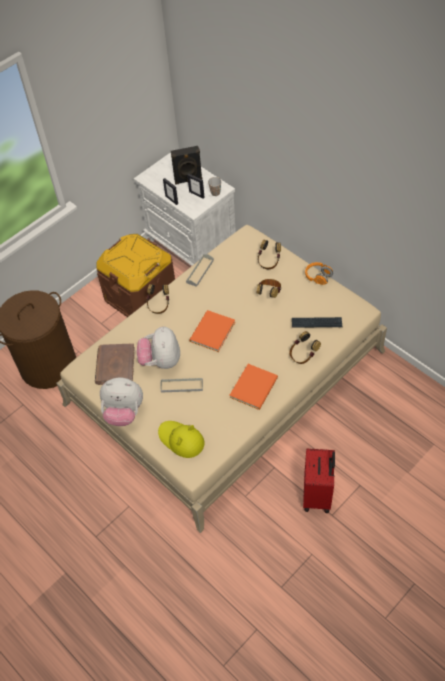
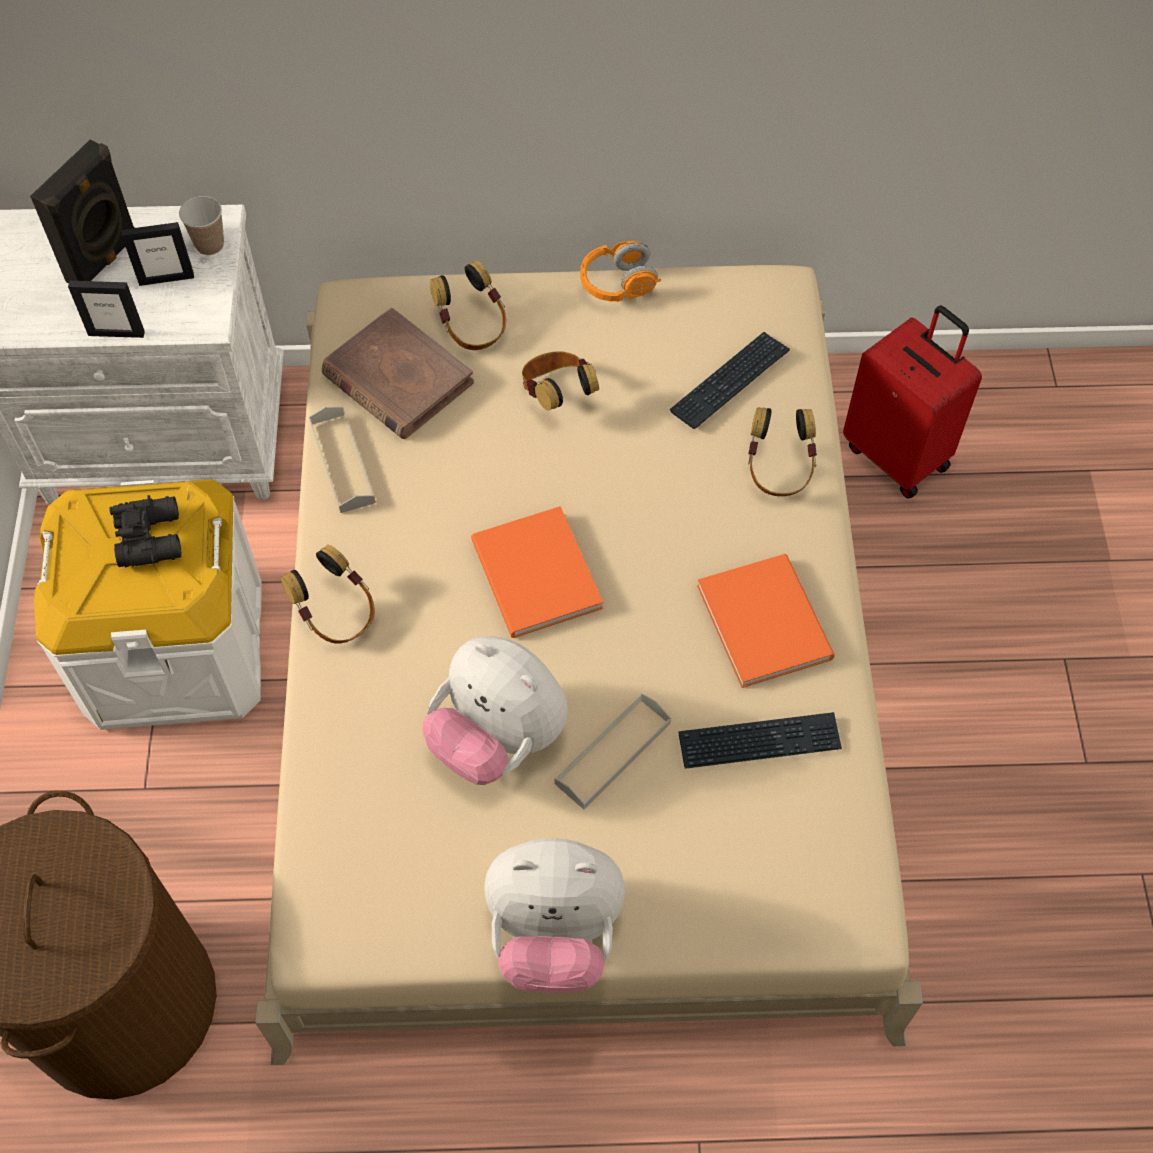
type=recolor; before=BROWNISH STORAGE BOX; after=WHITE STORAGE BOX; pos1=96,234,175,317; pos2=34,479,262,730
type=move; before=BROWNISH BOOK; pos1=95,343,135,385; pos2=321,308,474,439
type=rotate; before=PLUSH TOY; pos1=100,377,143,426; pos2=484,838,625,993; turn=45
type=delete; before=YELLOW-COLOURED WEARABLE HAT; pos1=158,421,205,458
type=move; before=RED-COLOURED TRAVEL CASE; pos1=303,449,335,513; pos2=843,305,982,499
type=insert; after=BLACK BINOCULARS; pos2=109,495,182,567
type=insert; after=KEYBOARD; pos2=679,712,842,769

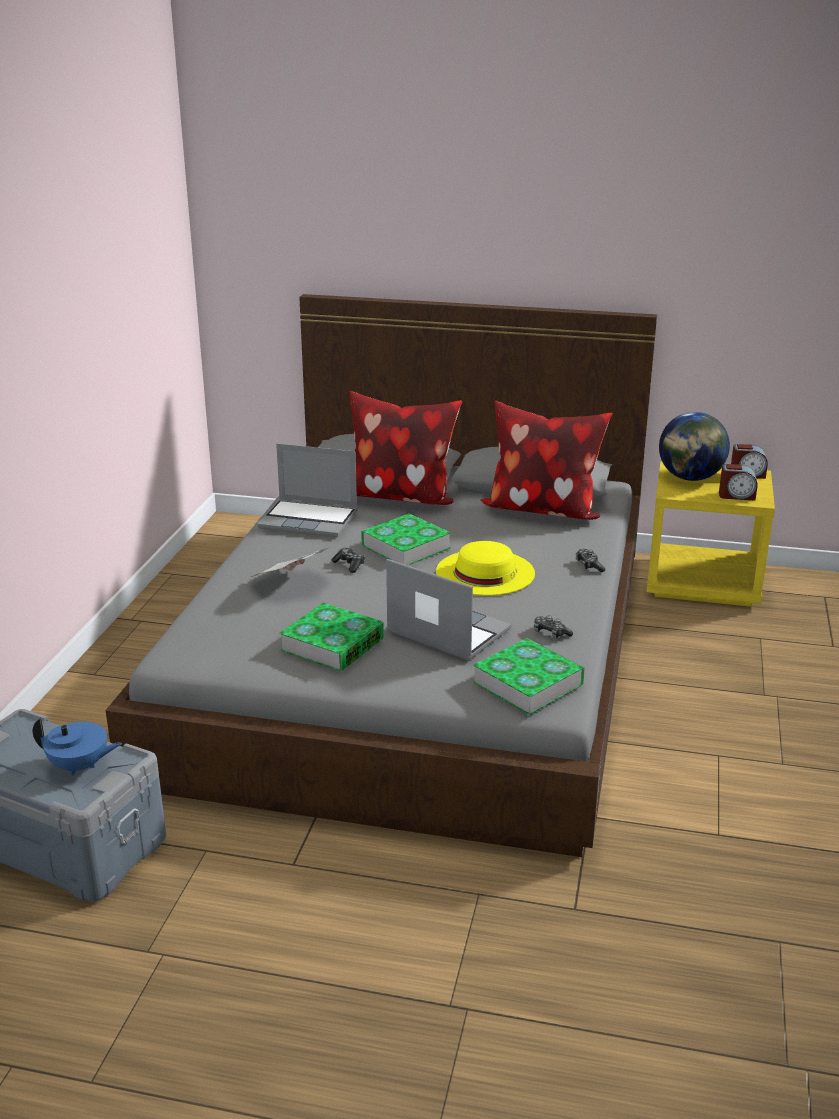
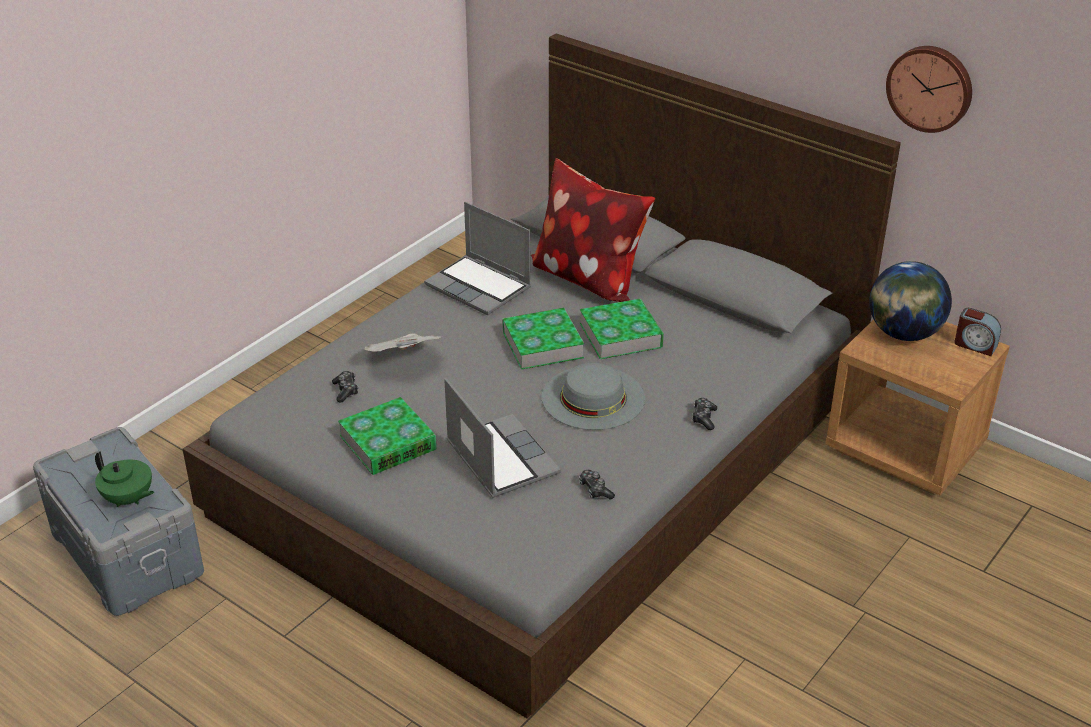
type=delete; before=PILLOW; pos1=481,401,612,520
type=recolor; before=YELLOW-COLOURED NIGHT TABLE; after=BROWNISH NIGHT TABLE; pos1=647,462,775,607; pos2=825,319,1010,495
type=delete; before=TABLE CLOCK; pos1=719,464,757,501
type=recolor; before=YELLOW-COLOURED WEARABLE HAT; after=GREY WEARABLE HAT; pos1=436,541,535,595; pos2=542,363,645,430
type=move; before=JOYPAD; pos1=331,548,365,573; pos2=332,371,358,402
type=move; before=BOOK; pos1=473,638,585,715; pos2=580,299,664,359
type=recolor; before=BLUE POT FOR TEA; after=GREEN-COLOURED POT FOR TEA; pos1=33,718,122,776; pos2=95,451,154,507
type=insert; after=CLOCK ON THE WALL; pos2=886,46,972,133

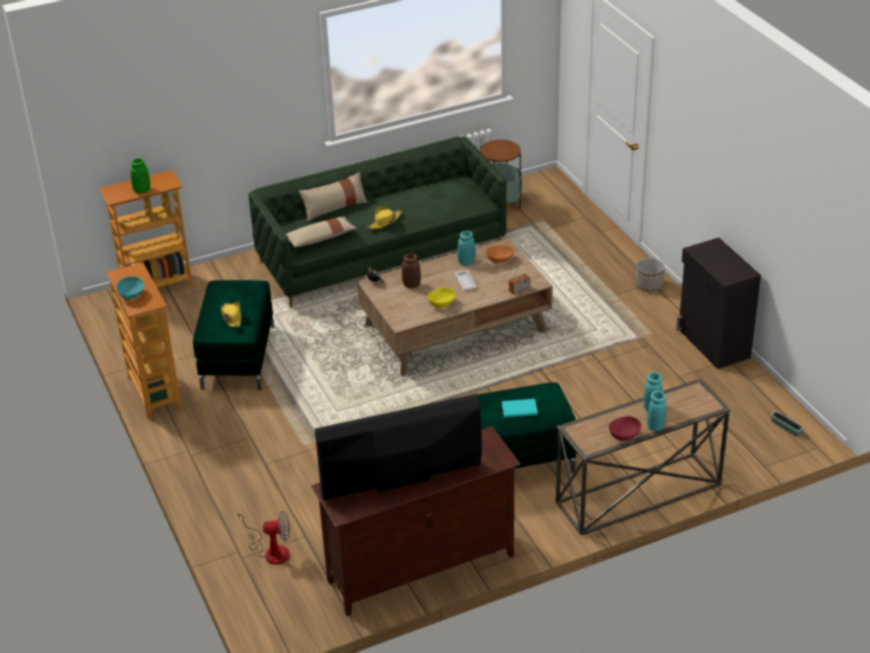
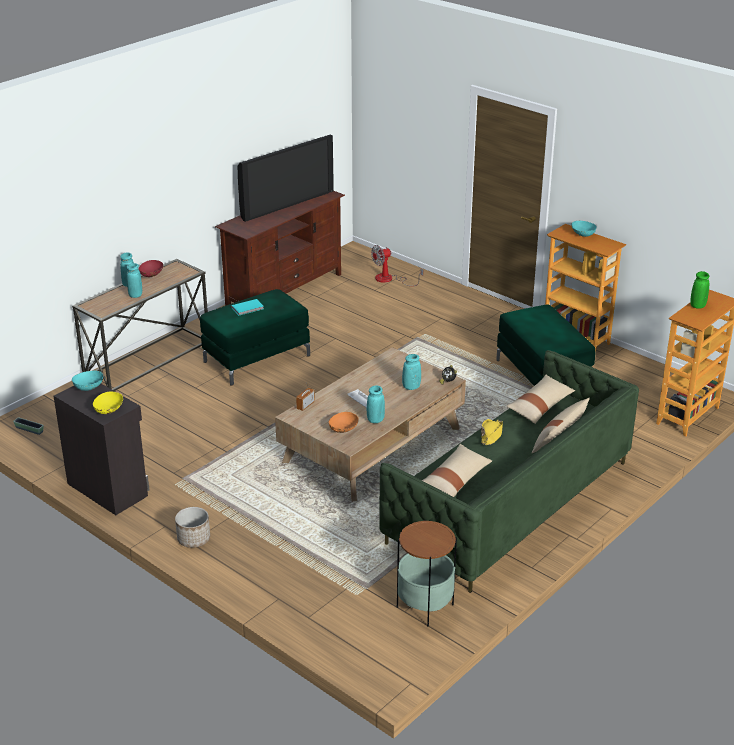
type=recolor; before=BROWNISH DECORATIVE VASE; after=BLUE-GREEN DECORATIVE VASE; pos1=402,253,421,288; pos2=402,354,421,390
type=move; before=YELLOW-COLOURED BOWL; pos1=427,287,455,308; pos2=93,392,123,414
type=delete; before=YELLOW-COLOURED WEARABLE HAT; pos1=221,302,241,328
type=insert; after=BLUE-GREEN BOWL; pos2=72,370,103,391
type=insert; after=SAND-COLOURED PILLOW; pos2=422,444,492,497

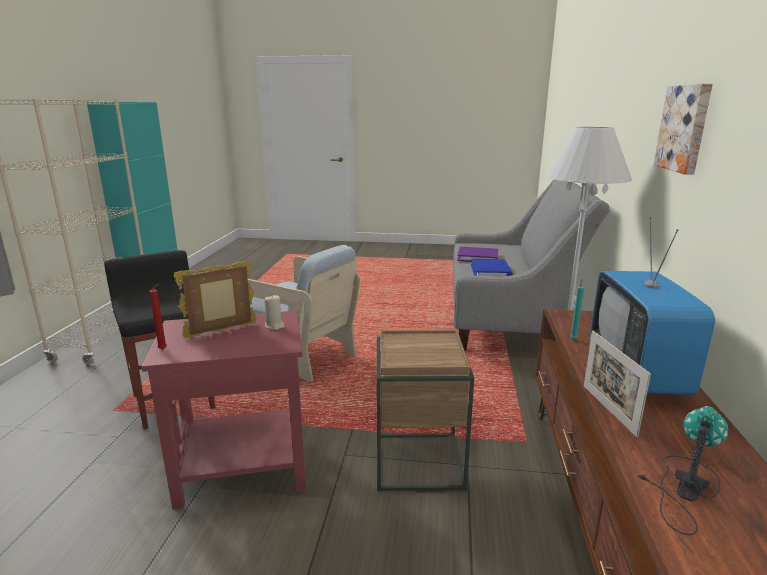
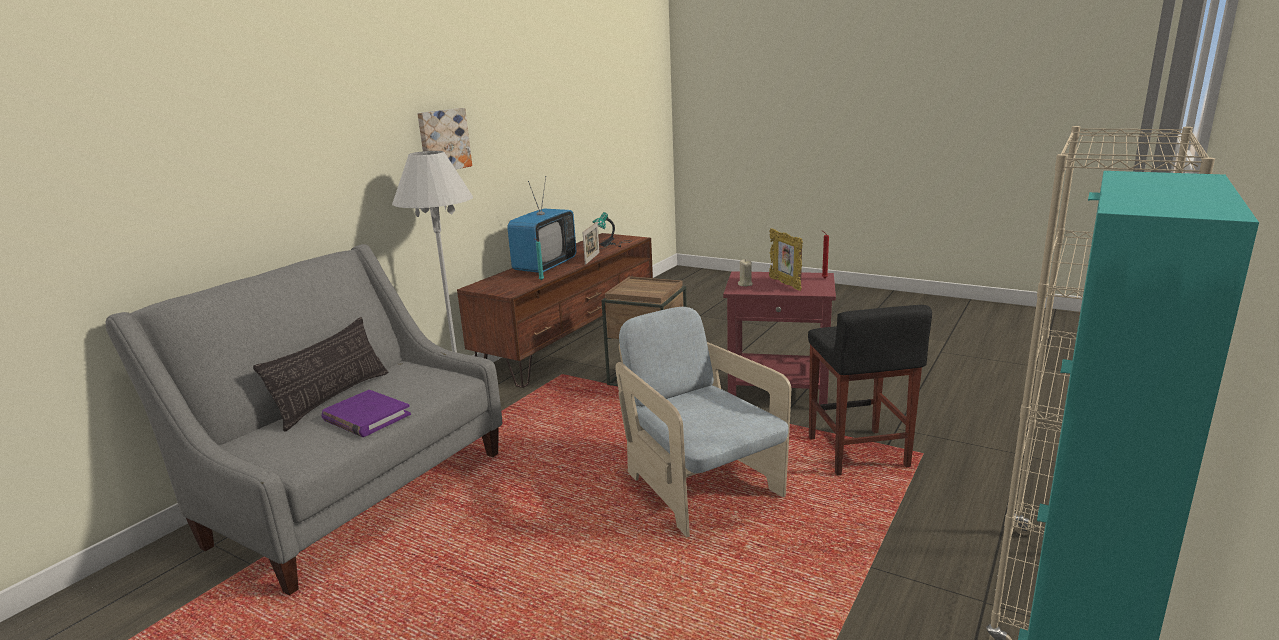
type=delete; before=BLUE BOOK; pos1=471,259,513,276
type=rotate; before=PICTURE FRAME; pos1=174,261,257,338; pos2=769,228,803,291; turn=75
type=insert; after=PILLOW; pos2=253,317,388,432

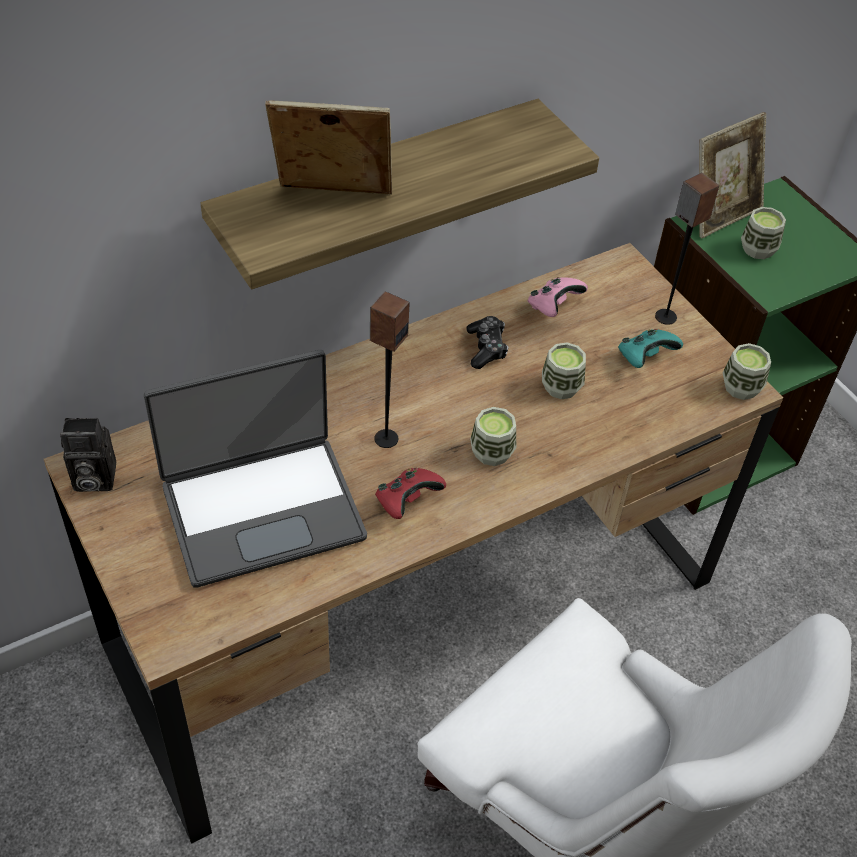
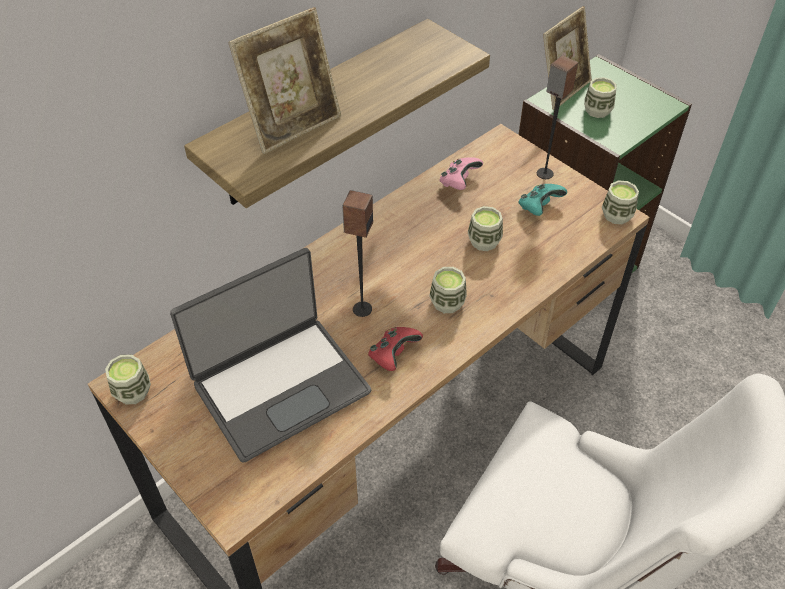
type=rotate; before=PICTURE FRAME; pos1=265,100,392,195; pos2=228,7,341,154; turn=150
type=delete; before=JOYPAD; pos1=466,316,509,369
type=replace; before=STILL CAMERA; after=CUP; pos1=60,418,116,492; pos2=105,355,151,404

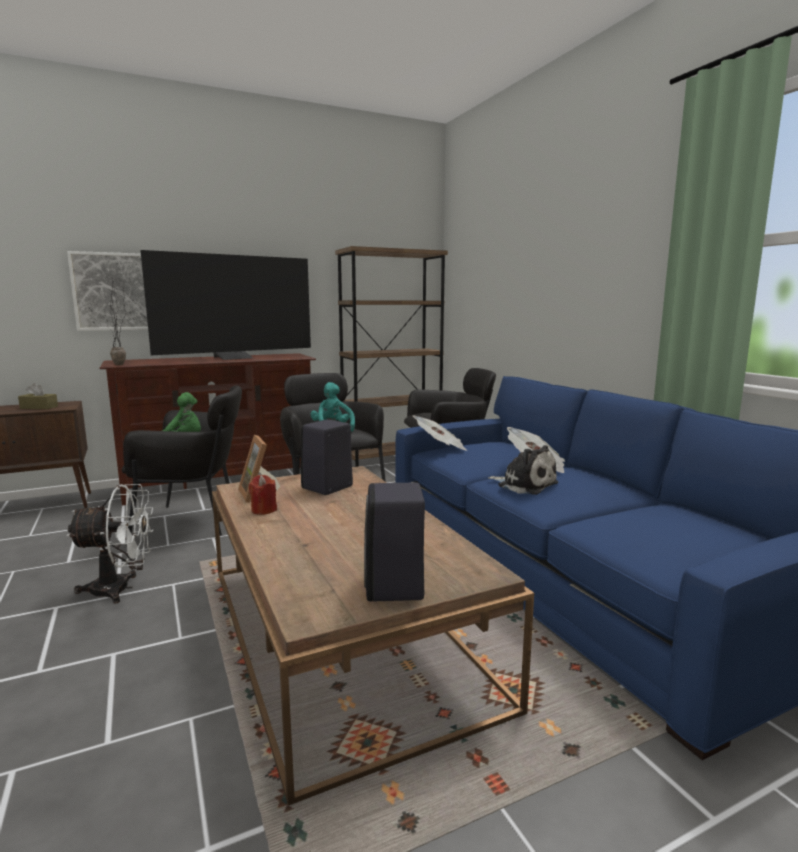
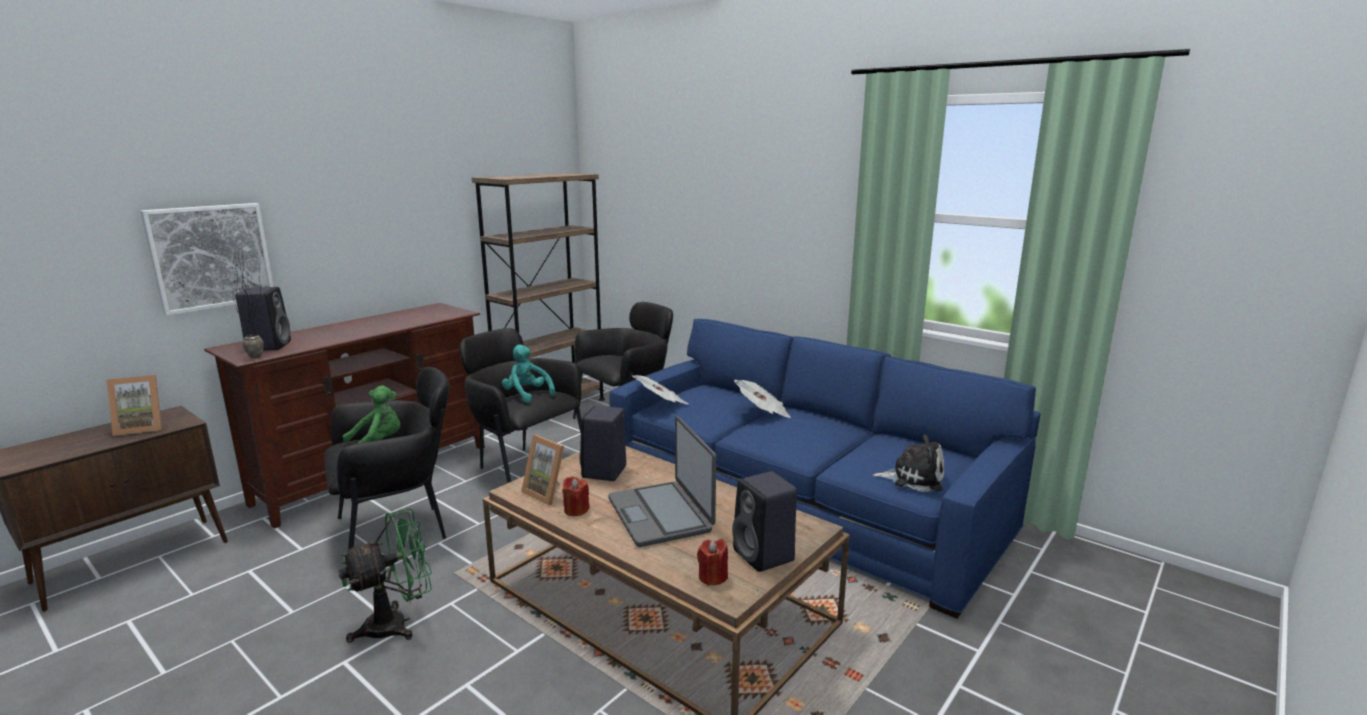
type=delete; before=TELEVISION; pos1=140,250,311,360
type=replace; before=BROWNISH BOX OF TISSUES; after=PICTURE FRAME; pos1=18,383,58,409; pos2=107,375,162,436
type=move; before=PLUSH TOY; pos1=488,445,558,495; pos2=873,435,944,492
type=recolor; before=WHITE ELECTRIC FAN; after=GREEN-COLOURED ELECTRIC FAN; pos1=66,484,154,604; pos2=338,508,432,643
type=insert; after=BLACK SPEAKER; pos2=235,287,291,350
type=insert; after=PORTABLE COMPUTER; pos2=608,416,716,547
type=insert; after=RED-COLOURED WAX LIGHT; pos2=697,539,728,586

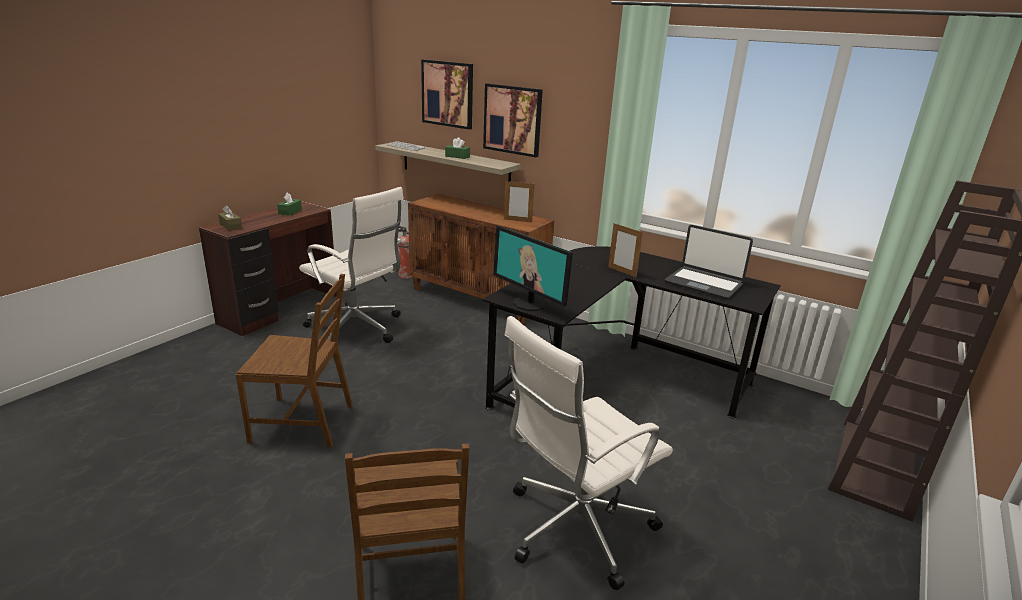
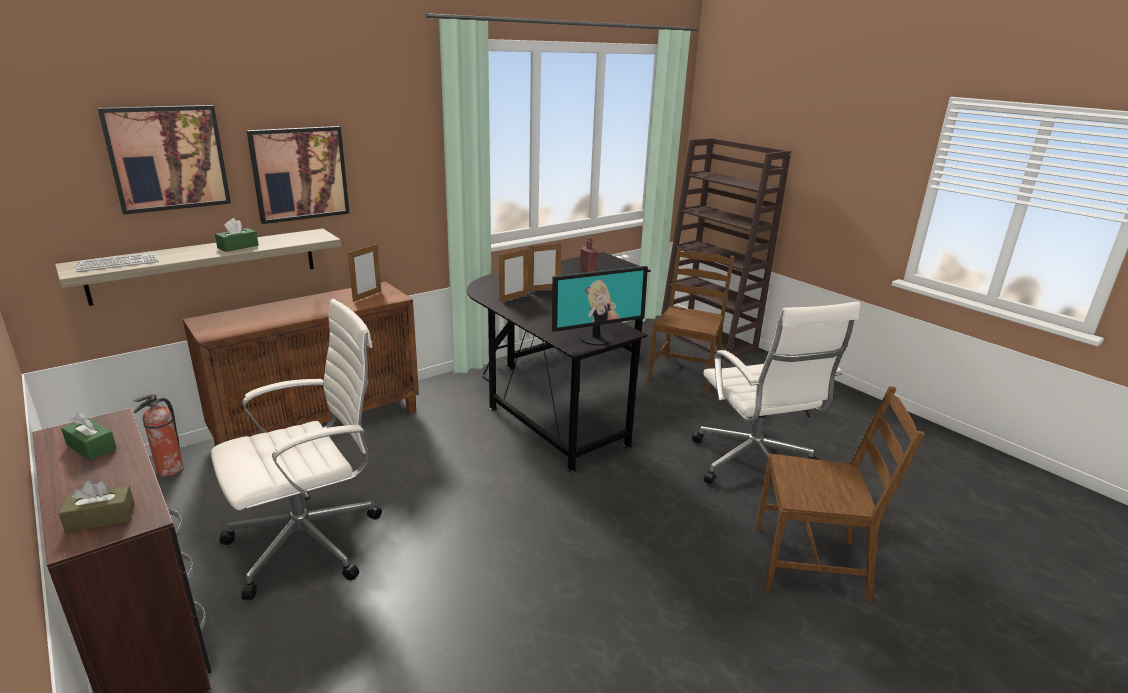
type=replace; before=PORTABLE COMPUTER; after=RED-COLOURED BEVERAGE BOTTLE; pos1=665,225,753,299; pos2=580,237,597,272
type=move; before=BROWNISH PLAIN CHAIR; pos1=236,274,353,447; pos2=648,248,734,394
type=insert; after=PICTURE FRAME; pos2=499,249,529,302

